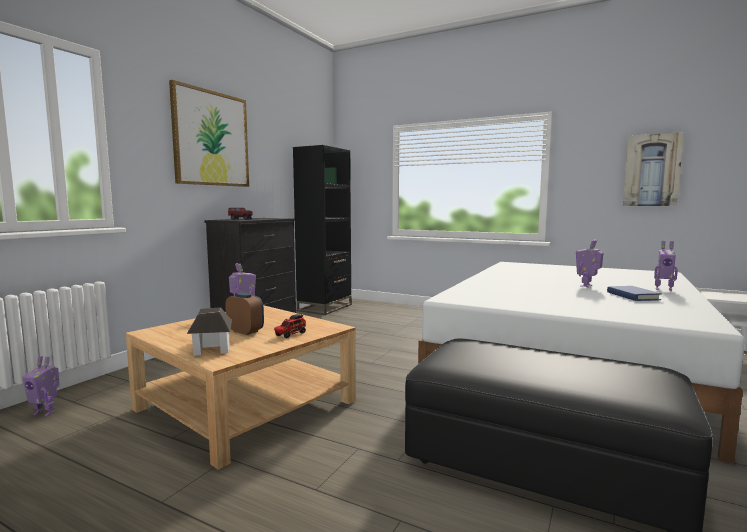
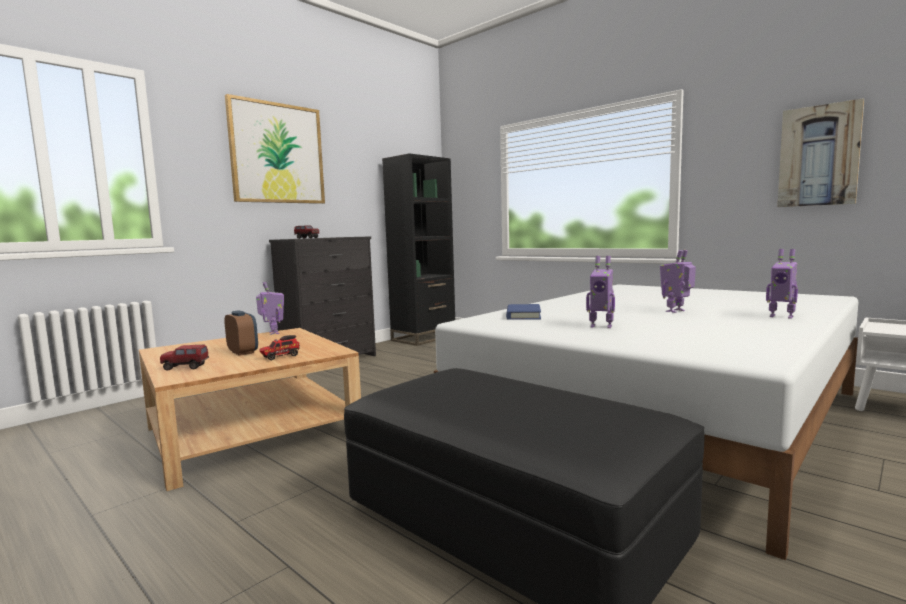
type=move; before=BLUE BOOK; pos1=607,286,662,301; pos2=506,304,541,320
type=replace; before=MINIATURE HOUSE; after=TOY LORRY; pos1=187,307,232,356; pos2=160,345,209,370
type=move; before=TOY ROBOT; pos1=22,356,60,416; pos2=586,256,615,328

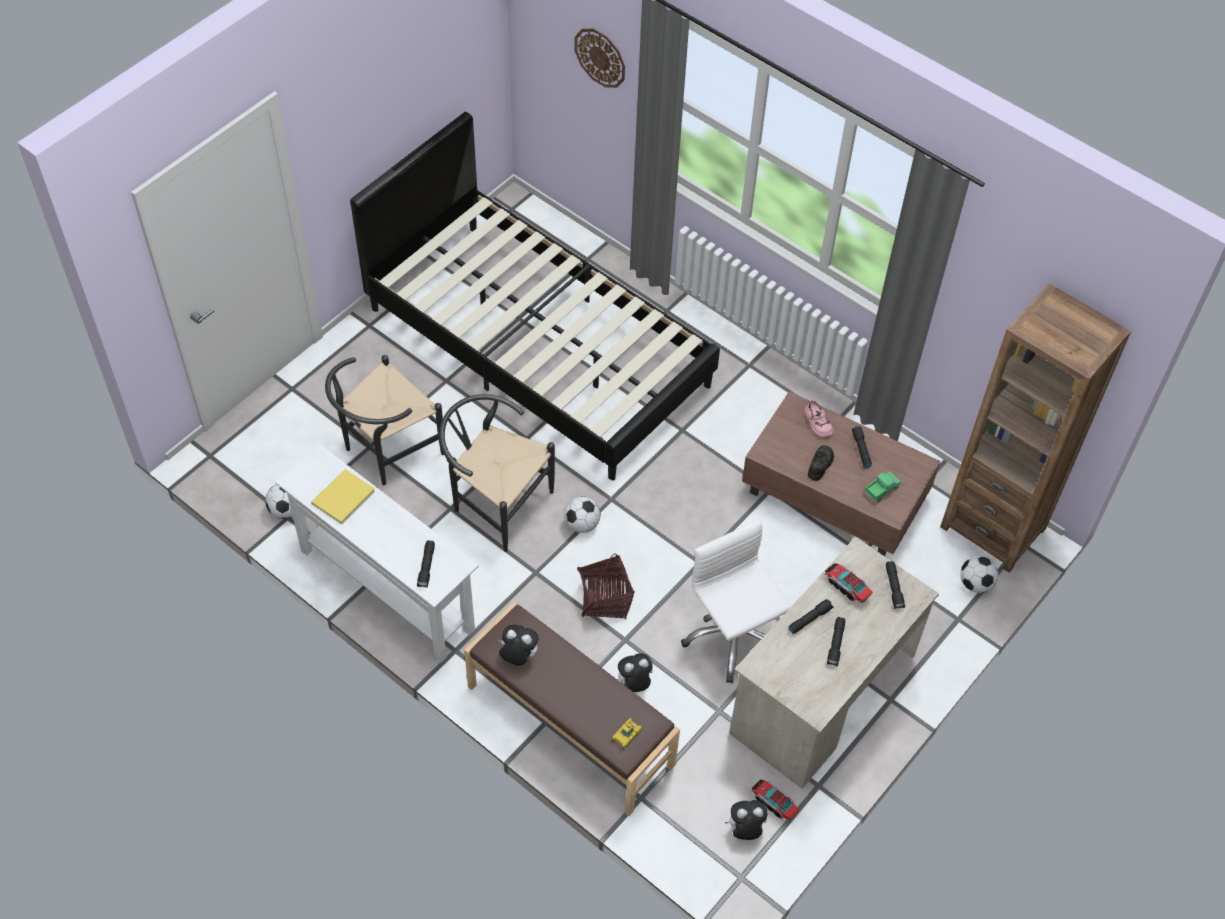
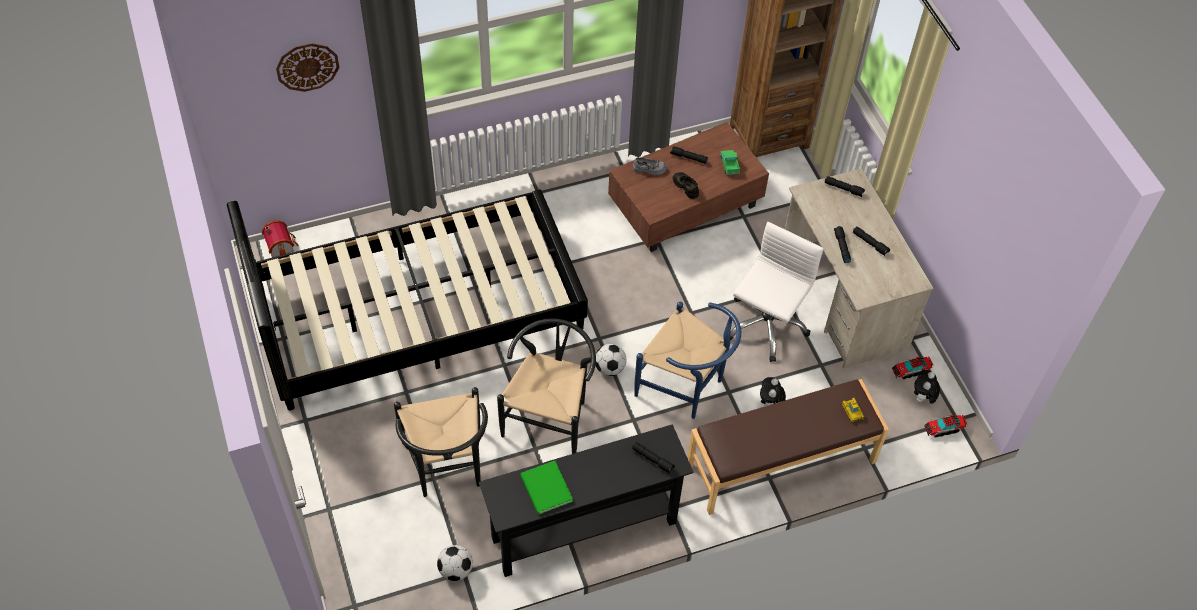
type=rotate; before=BLACK PLAIN CHAIR; pos1=439,394,555,552; pos2=497,318,596,454; turn=135
type=recolor; before=PINKISH LOW SHOE; after=GREY LOW SHOE; pos1=804,400,834,437; pos2=633,158,667,175
type=recolor; before=WHITE NARROW TABLE; after=BLACK NARROW TABLE; pos1=275,445,479,663; pos2=479,424,693,577
type=recolor; before=YELLOW-COLOURED BOOK; after=GREEN-COLOURED BOOK; pos1=311,469,375,525; pos2=520,461,573,514
type=rotate; before=WHITE DESK CHAIR; pos1=681,519,792,683; pos2=730,222,824,362; turn=120
type=replace; before=HOUSEHOLD BASKET; after=BLUE PLAIN CHAIR; pos1=577,553,634,619; pos2=634,302,741,419
type=delete; before=FOOTBALL; pos1=960,556,998,593
type=move; before=TOY LORRY; pos1=825,563,873,603; pos2=924,415,967,438
type=delete; before=PLUSH TOY; pos1=498,625,539,665
type=insert; after=MINIATURE HOUSE; pos2=262,220,299,257

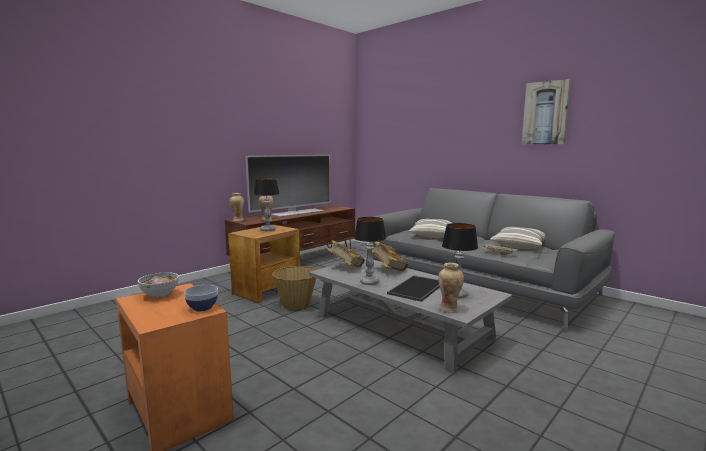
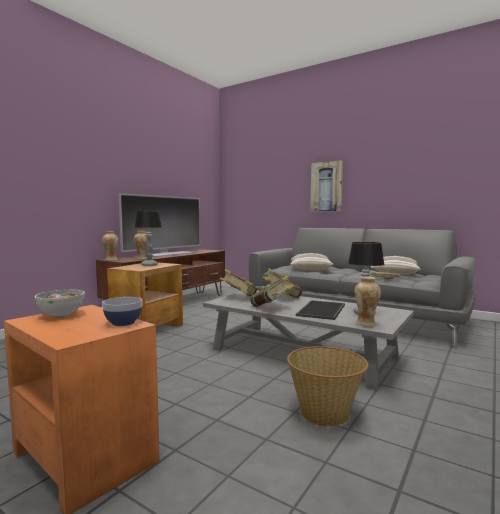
type=move; before=PICTURE; pos1=522,79,571,145; pos2=310,160,343,211
type=replace; before=LAMP FOR A TABLE; after=BOOK; pos1=354,217,386,285; pos2=250,275,294,307
type=move; before=HOUSEHOLD BASKET; pos1=272,266,317,310; pos2=287,346,369,427

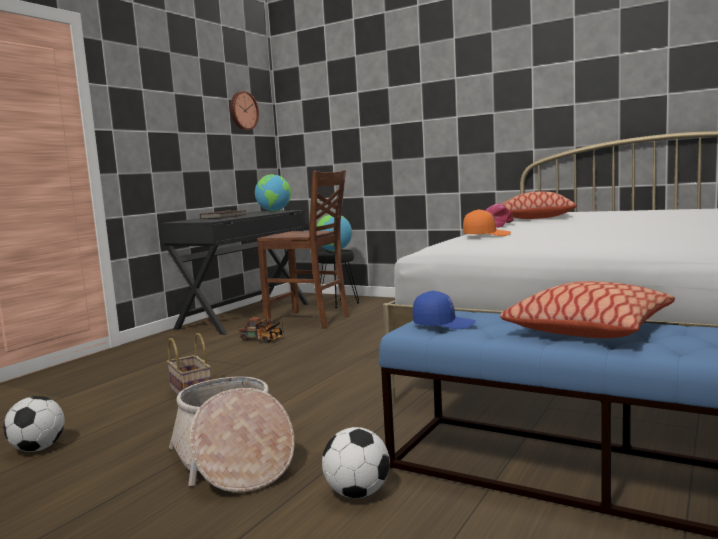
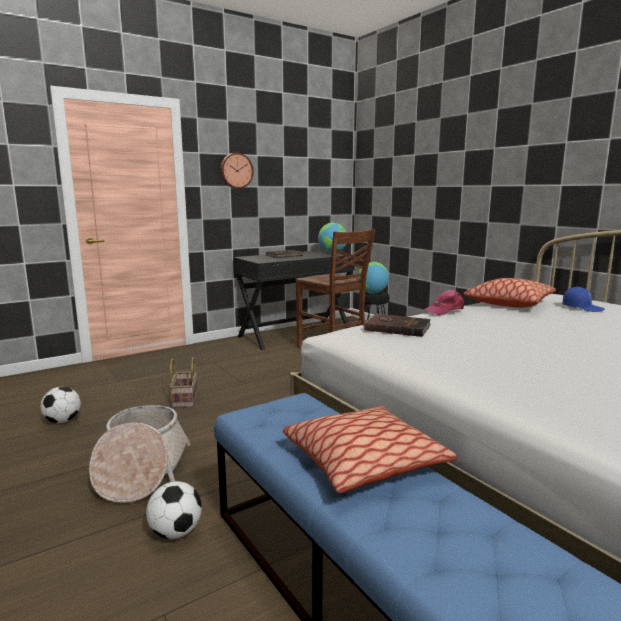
type=move; before=CLOCK ON THE WALL; pos1=230,91,259,130; pos2=220,153,254,189
type=replace; before=ORANGE PEAKED CAP; after=BROWNISH BOOK; pos1=463,209,511,236; pos2=364,314,431,337
type=move; before=BLUE PEAKED CAP; pos1=413,291,476,329; pos2=563,287,605,312
type=delete; before=TOY LORRY; pos1=239,317,284,343

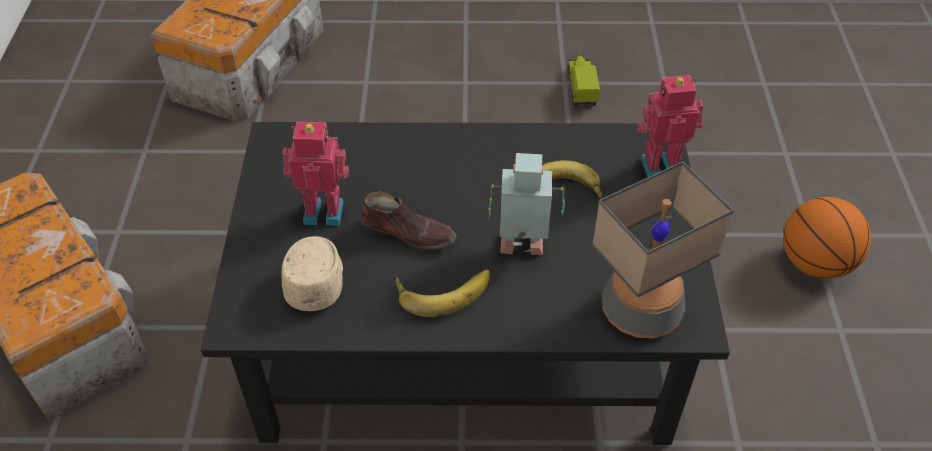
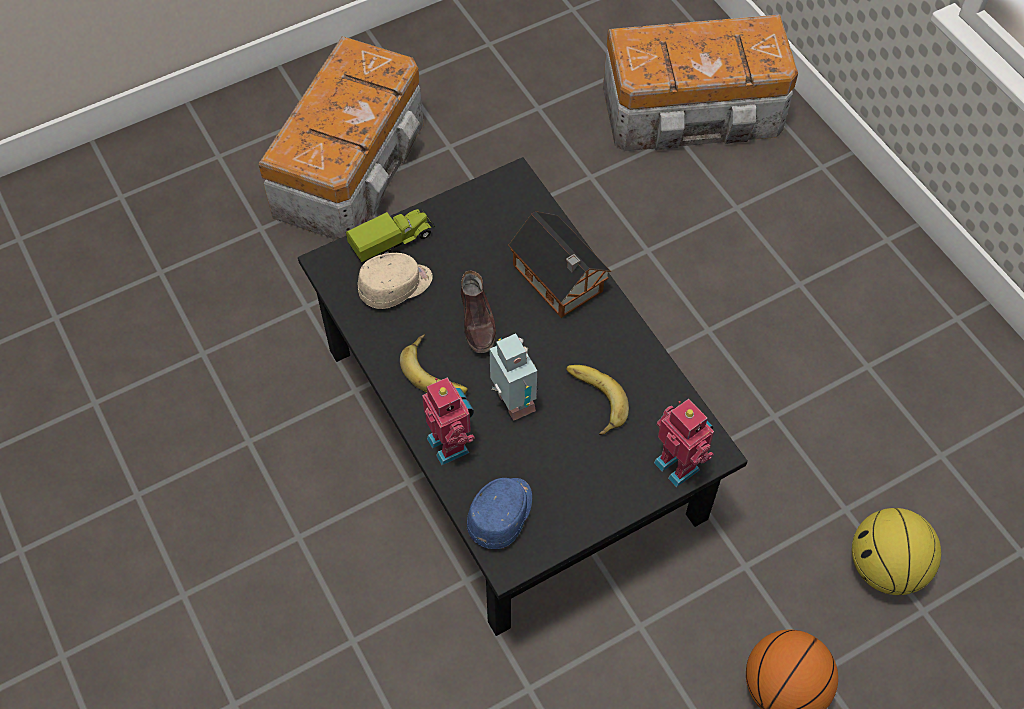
type=move; before=TOY LORRY; pos1=569,56,600,106; pos2=346,209,435,262
type=move; before=TOY ROBOT; pos1=283,122,349,226; pos2=422,377,475,465
type=replace; before=LAMP FOR A TABLE; after=BLUE PEAKED CAP; pos1=592,161,734,338; pos2=467,478,532,549
type=insert; after=MINIATURE HOUSE; pos2=508,211,611,318
type=insert; after=BASKETBALL; pos2=852,508,941,595

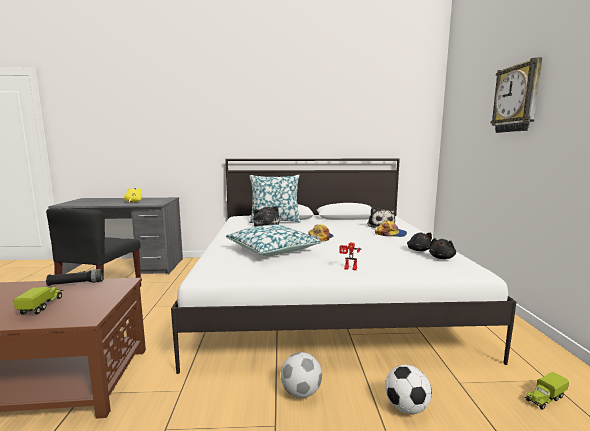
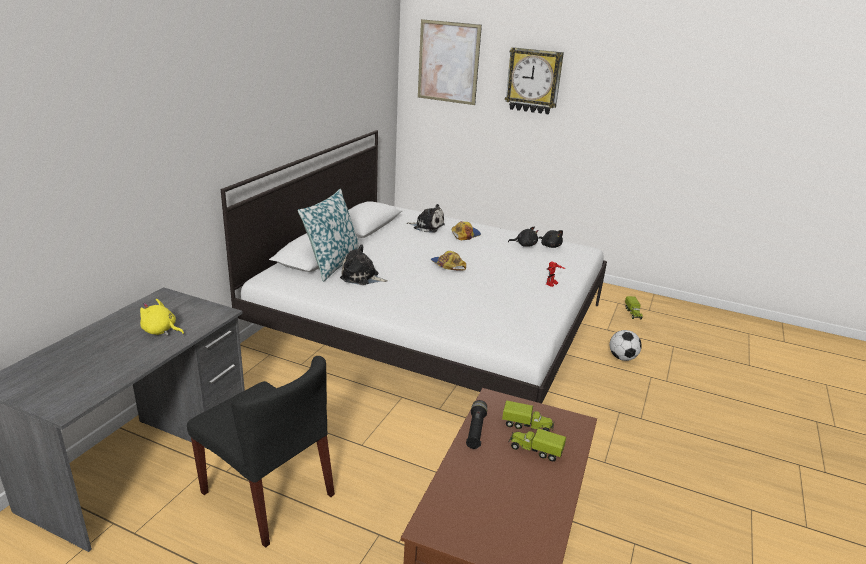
type=delete; before=PILLOW; pos1=226,225,322,256
type=delete; before=FOOTBALL; pos1=281,352,322,398
type=insert; after=PICTURE; pos2=418,19,482,105
type=insert; after=TOY LORRY; pos2=502,400,554,432

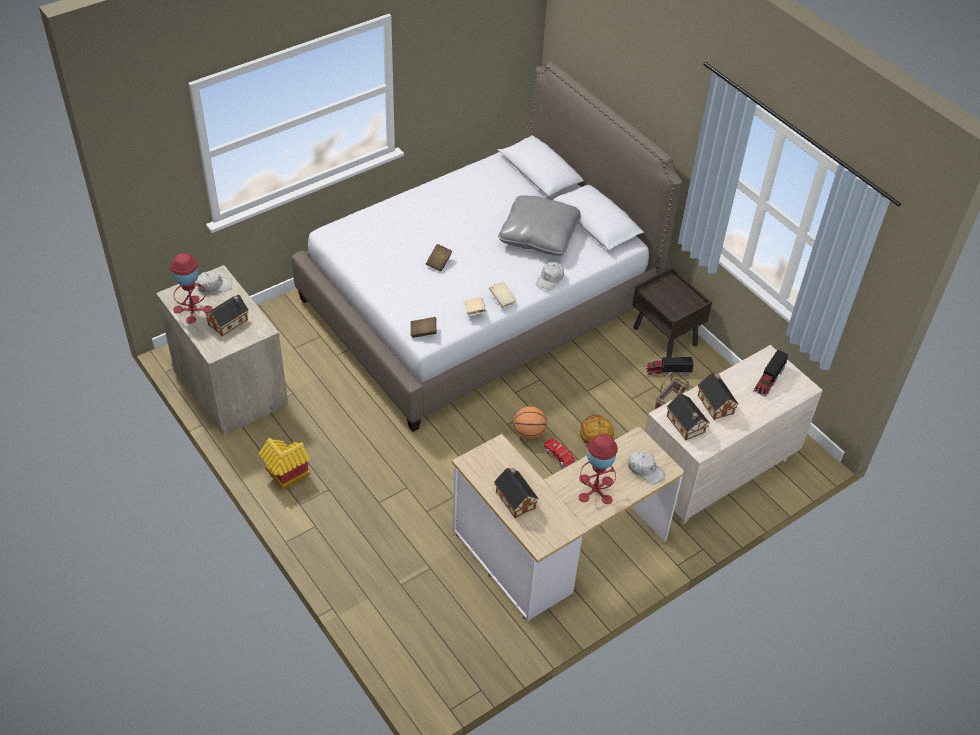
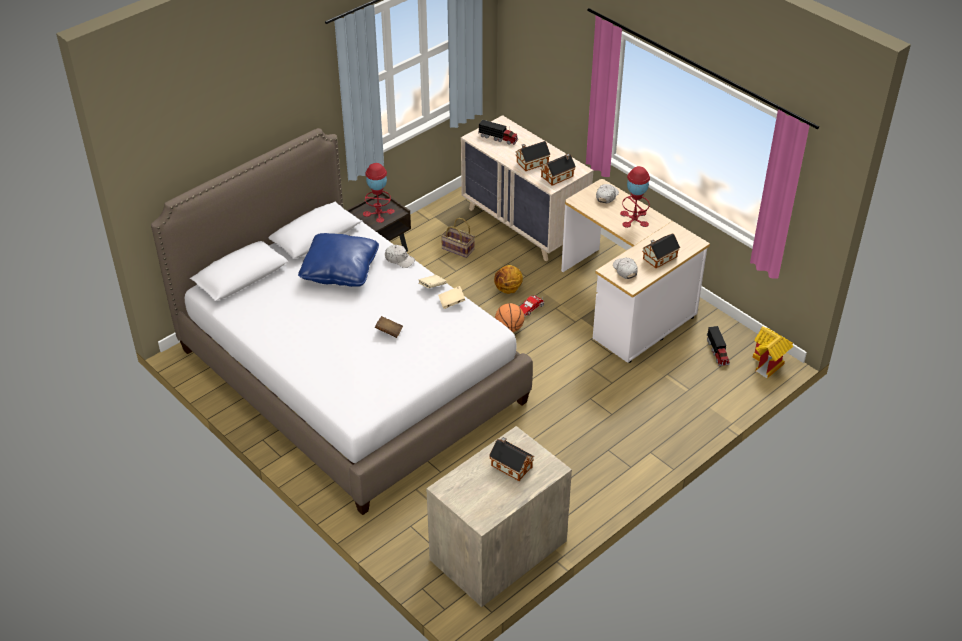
type=recolor; before=GREY PILLOW; after=BLUE PILLOW; pos1=498,195,581,256; pos2=298,233,379,287
type=move; before=RED-COLOURED LAMP FOR A TABLE; pos1=171,253,213,324; pos2=363,163,395,223
type=move; before=WHITE PEAKED CAP; pos1=196,271,232,293; pos2=613,258,638,279
type=delete; before=BROWNISH BOOK; pos1=411,317,437,338
type=move; before=TOY LORRY; pos1=646,357,694,376; pos2=707,326,730,366
type=move; before=MINIATURE HOUSE; pos1=258,438,310,490; pos2=753,326,793,378

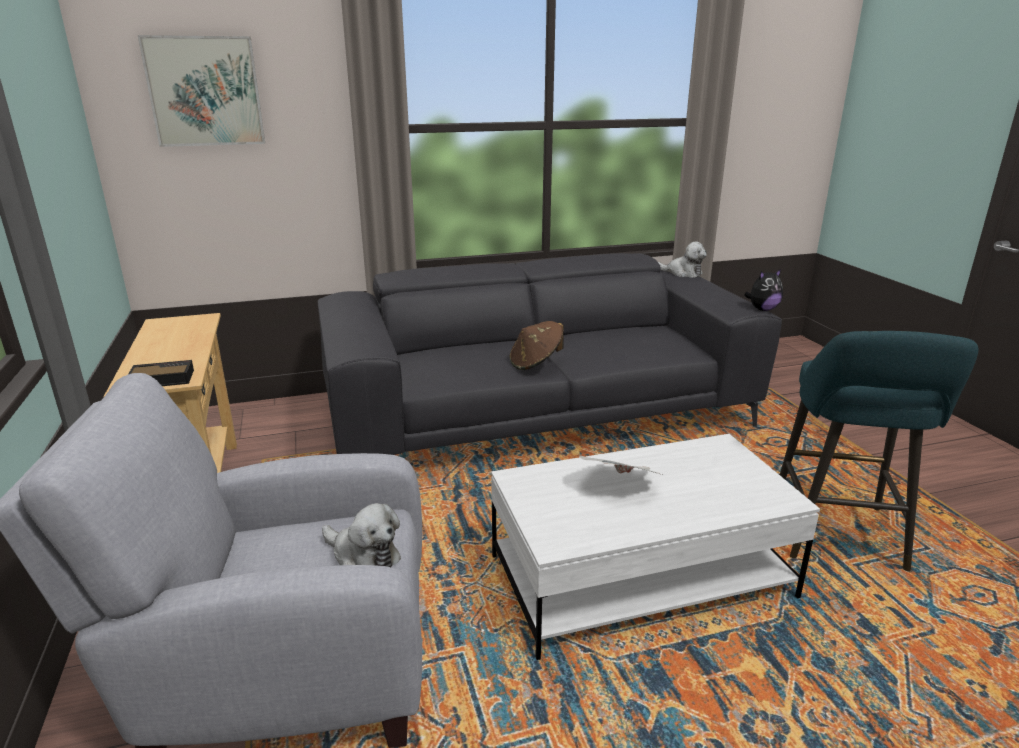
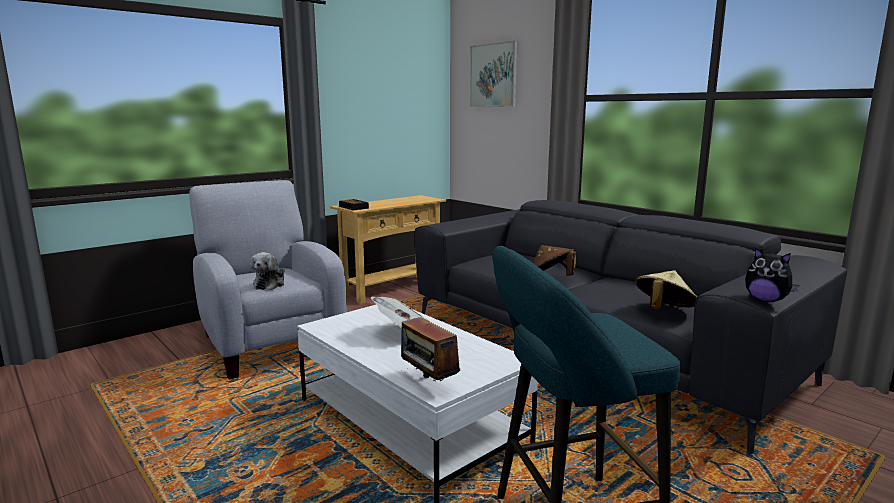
type=delete; before=PLUSH TOY; pos1=658,242,707,278
type=insert; after=SAND-COLOURED WEARABLE HAT; pos2=635,270,697,309
type=insert; after=RADIO RECEIVER; pos2=401,308,460,381

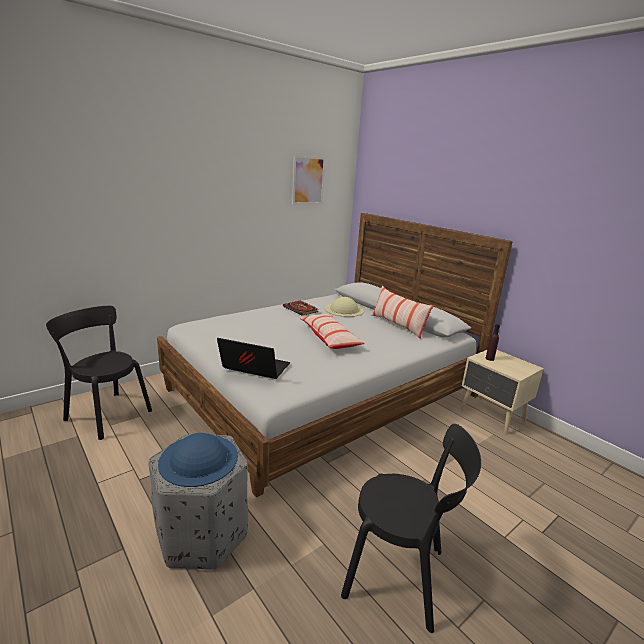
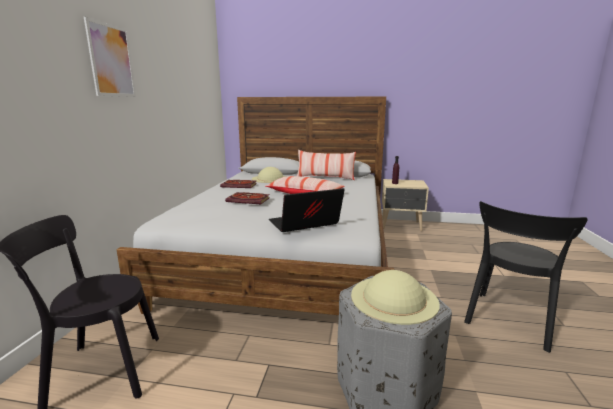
type=move; before=PICTURE; pos1=292,155,325,205; pos2=84,17,136,97
type=rotate; before=BLACK PLAIN CHAIR; pos1=341,424,481,633; pos2=464,201,588,353; turn=150
type=recolor; before=BLUE WEARABLE HAT; after=SAND-COLOURED WEARABLE HAT; pos1=158,433,238,487; pos2=351,270,440,325
type=insert; after=BOOK; pos2=225,192,270,204

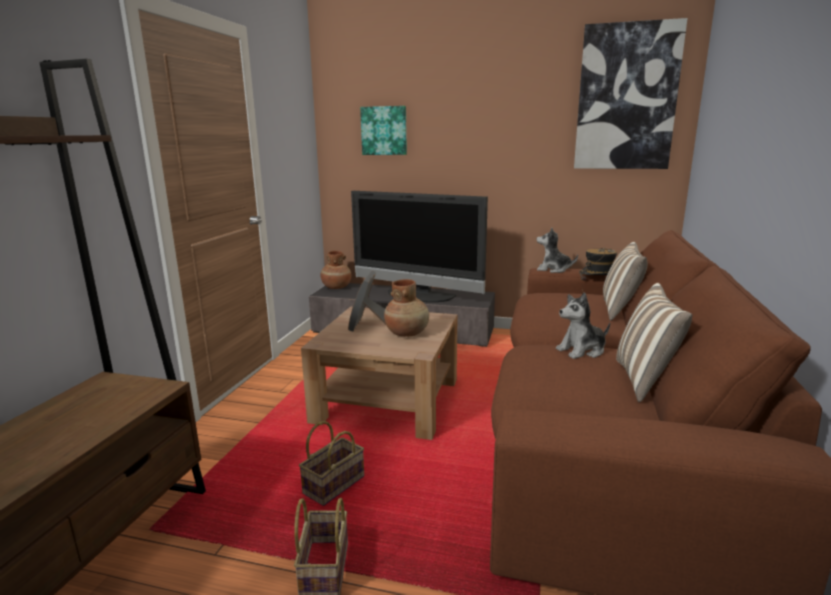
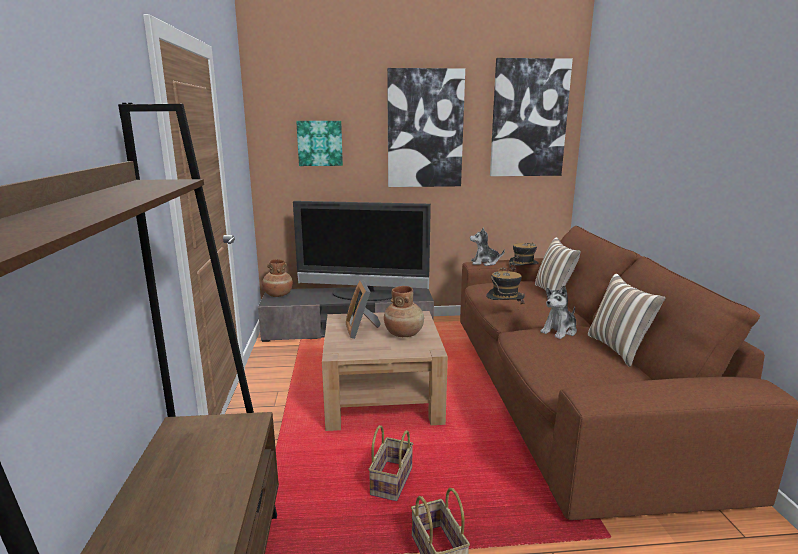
type=insert; after=PICTURE; pos2=387,68,465,187
type=insert; after=WEARABLE HAT; pos2=486,267,525,310

